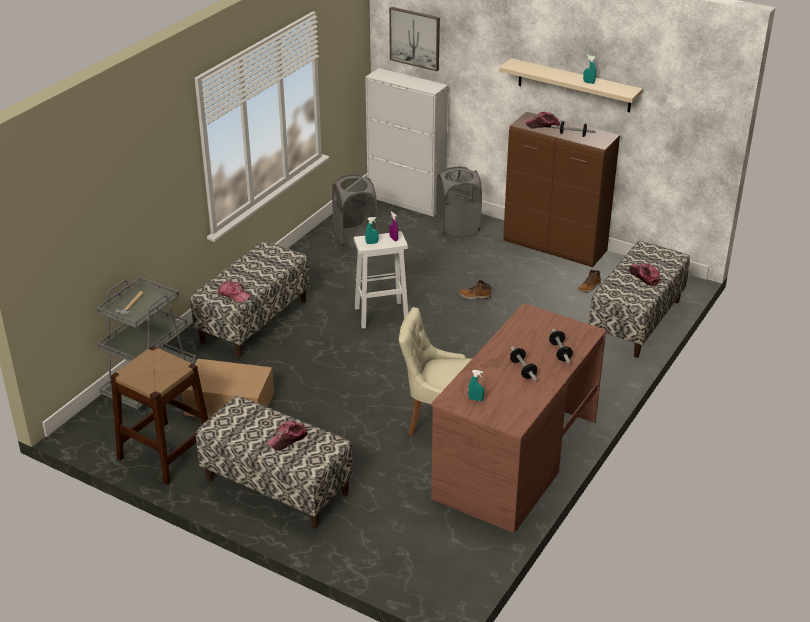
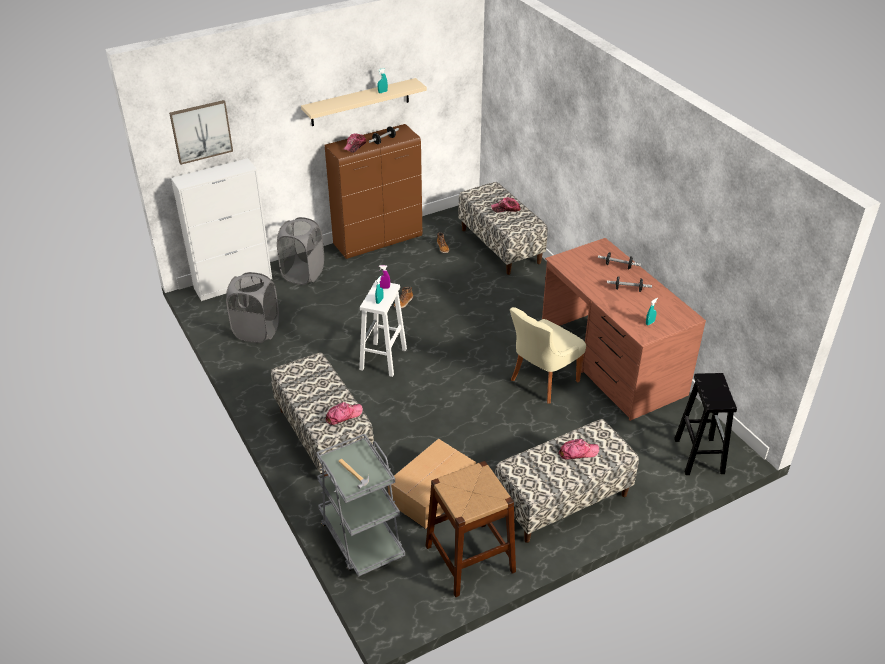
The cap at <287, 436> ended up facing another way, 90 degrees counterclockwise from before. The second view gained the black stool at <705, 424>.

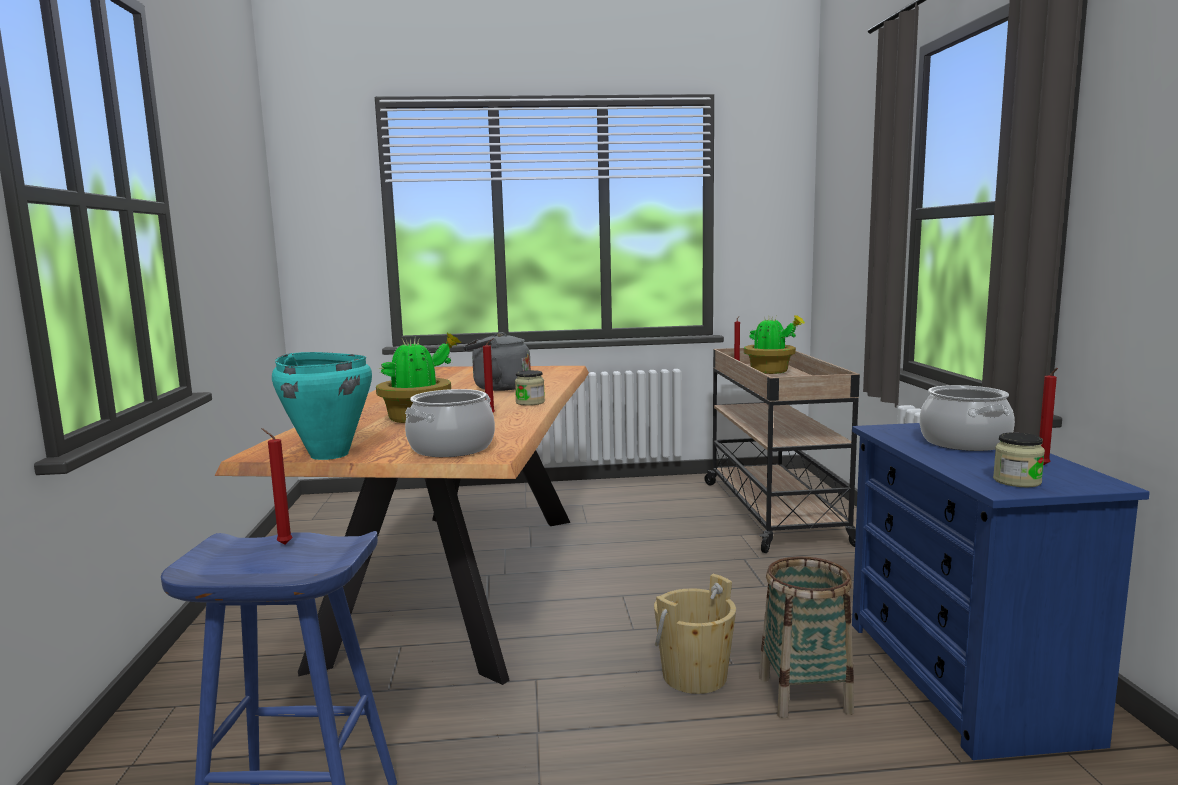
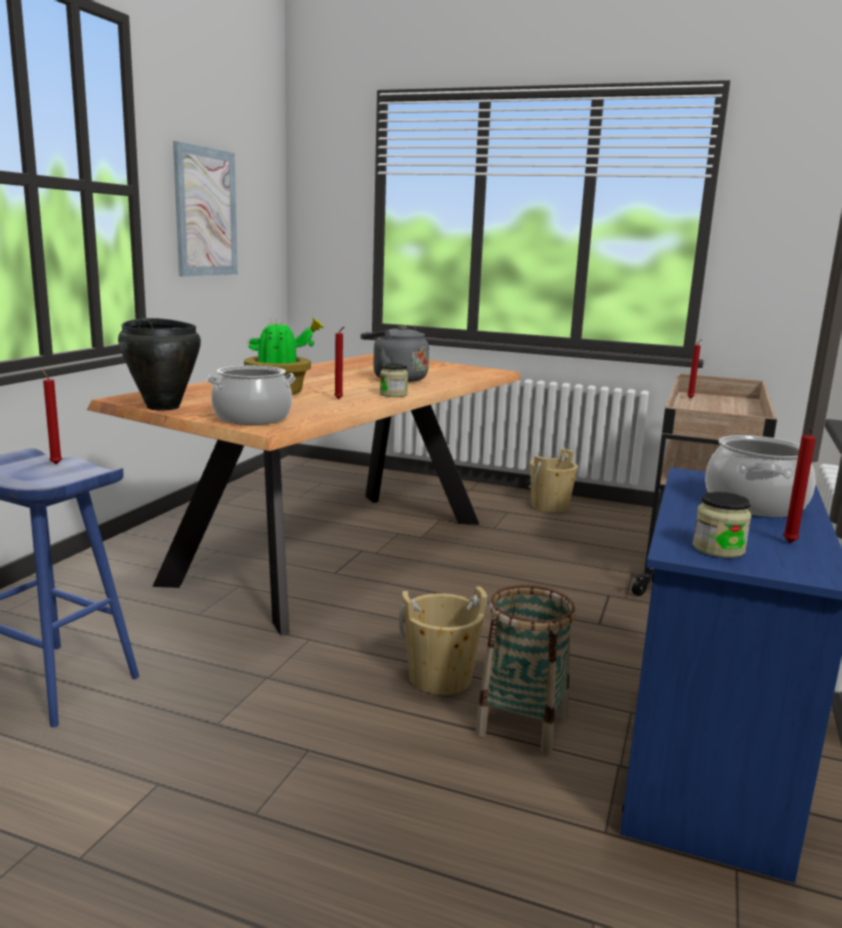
What was the turquoise cooking pot at <322, 406> turned into the black cooking pot at <159, 364>. The second view gained the picture at <205, 208>. The second view gained the beige bucket at <553, 480>. The second view lost the potted plant at <774, 344>.

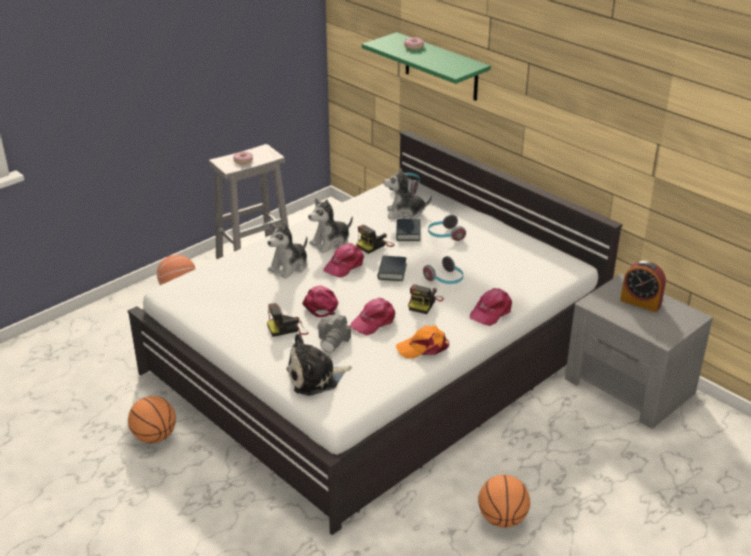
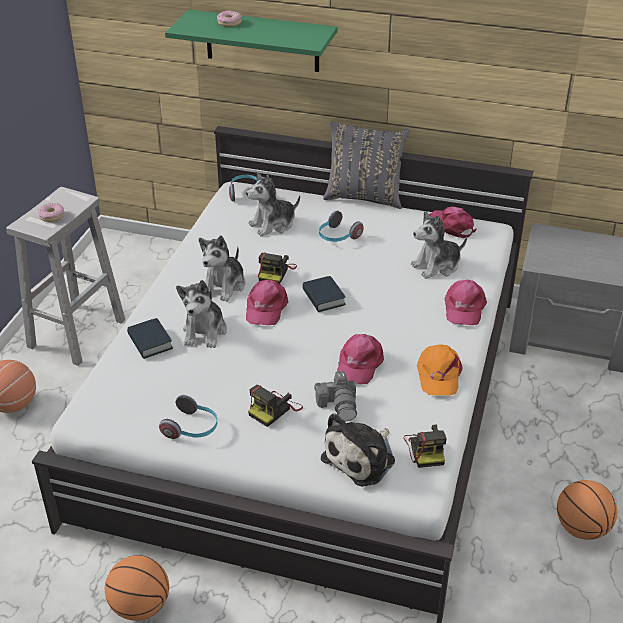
The book ended up elsewhere, having gone from <408, 230> to <150, 338>. The headphones ended up elsewhere, having gone from <443, 270> to <188, 417>. The second view gained the grey pillow at <366, 165>. The photo camera ended up elsewhere, having gone from <426, 299> to <425, 446>. The second view gained the plush toy at <439, 245>. The orange cap at <422, 342> ended up facing another way, 45 degrees counterclockwise from before. The pink cap ended up elsewhere, having gone from <320, 301> to <453, 222>. The second view lost the alarm clock at <643, 286>.

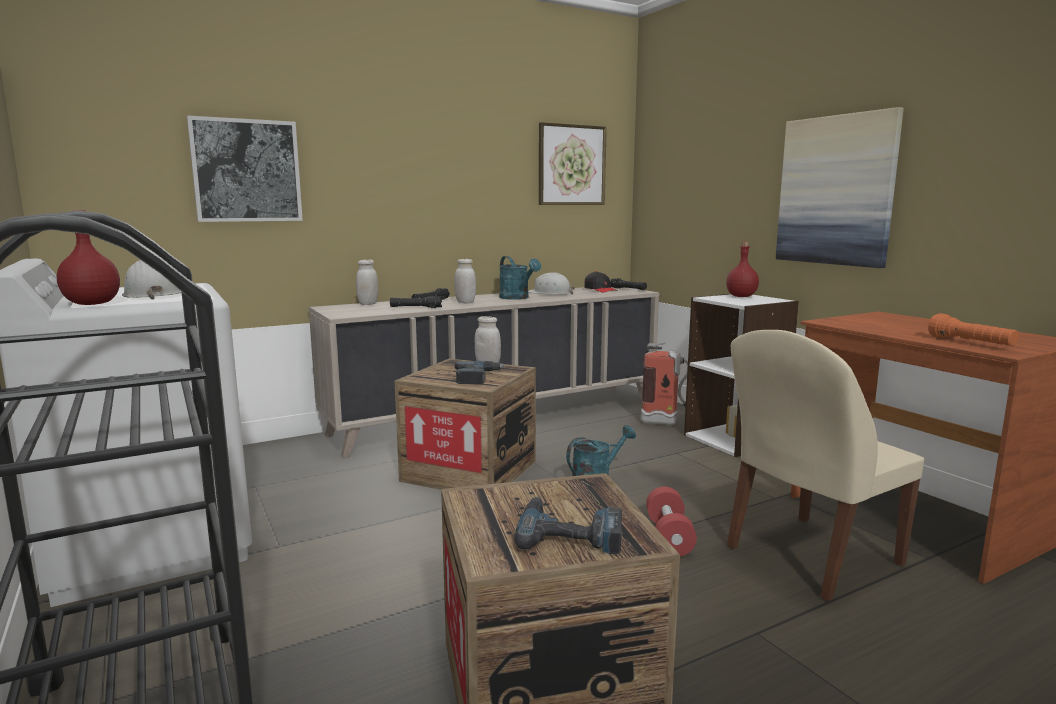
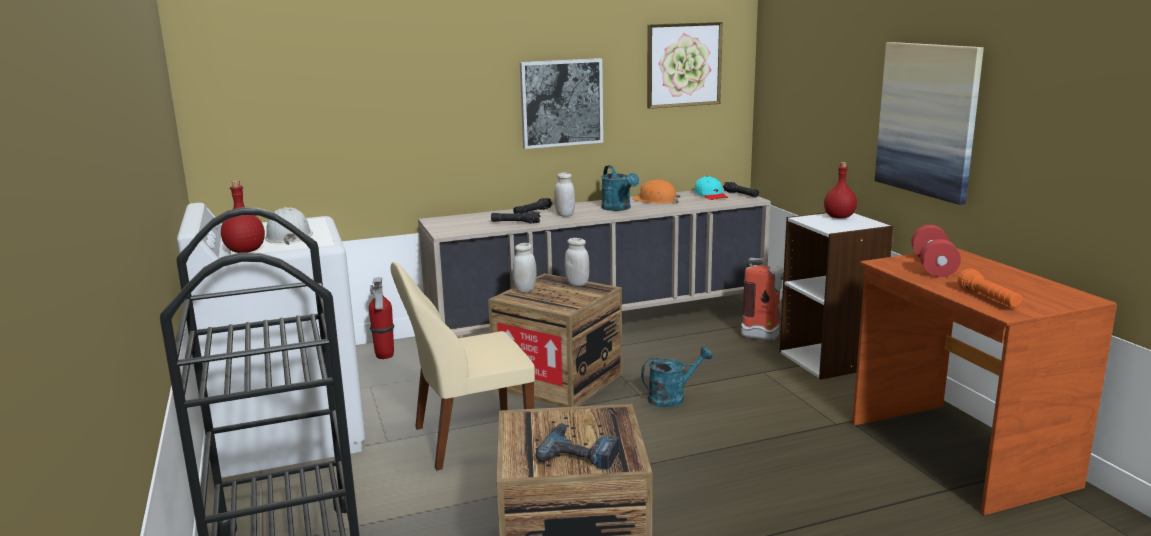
The second view gained the fire extinguisher at <381, 318>. The beige chair ended up elsewhere, having gone from <825, 465> to <462, 366>. The white jar ended up elsewhere, having gone from <367, 282> to <525, 267>. The picture ended up elsewhere, having gone from <245, 168> to <561, 103>. What was the white hard hat at <551, 283> turned into the orange hard hat at <656, 192>. What was the black cap at <601, 281> turned into the turquoise cap at <711, 188>. The red dumbbell ended up elsewhere, having gone from <671, 521> to <936, 251>. The second view lost the power drill at <480, 372>.

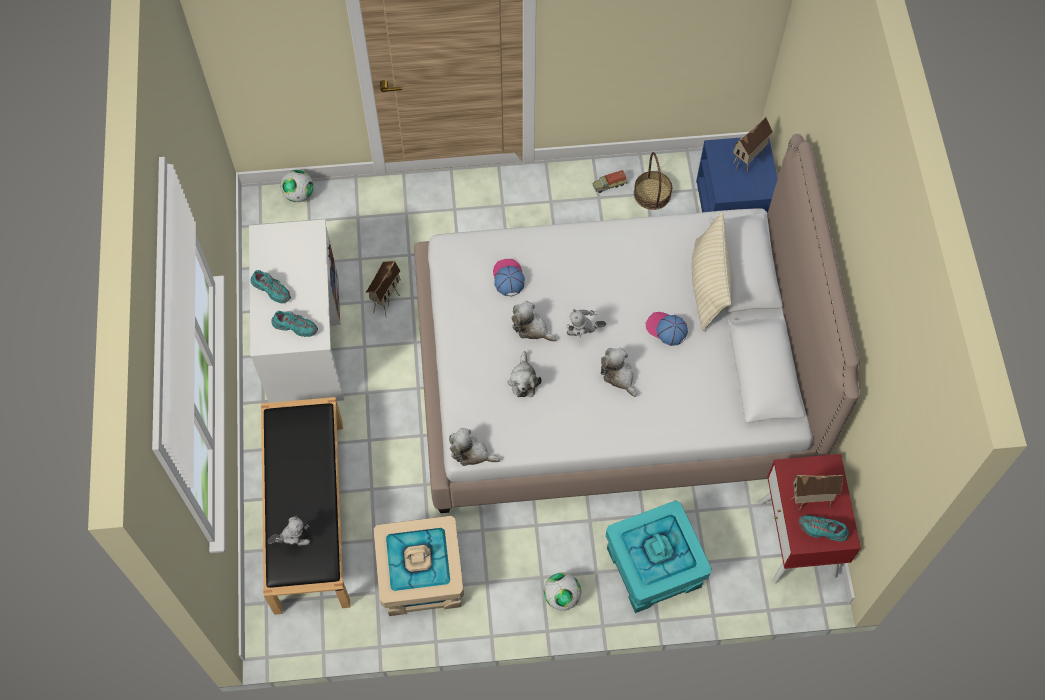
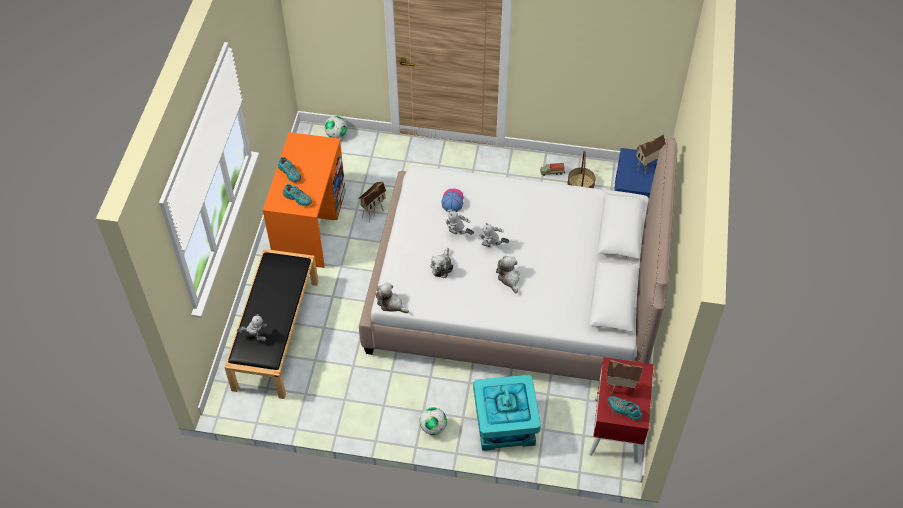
What was the white desk at <296, 311> turned into the orange desk at <304, 200>. Where the plush toy stood at <534, 321>, the toy robot came to stand at <459, 222>. The second view lost the beige storage box at <418, 566>. The second view lost the cap at <666, 329>. The second view lost the beige pillow at <712, 271>.

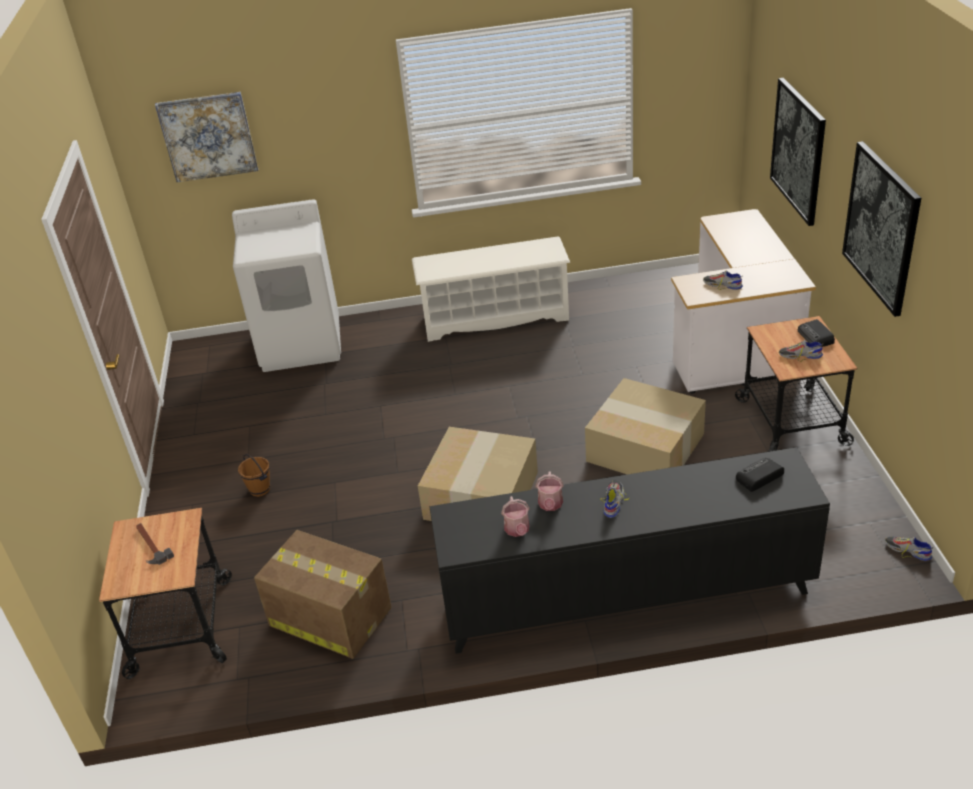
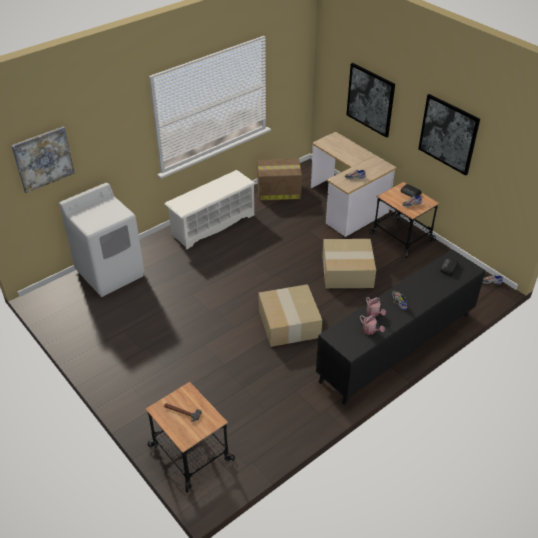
The cardboard box ended up elsewhere, having gone from <322, 594> to <279, 180>. The second view lost the brown bucket at <254, 475>.

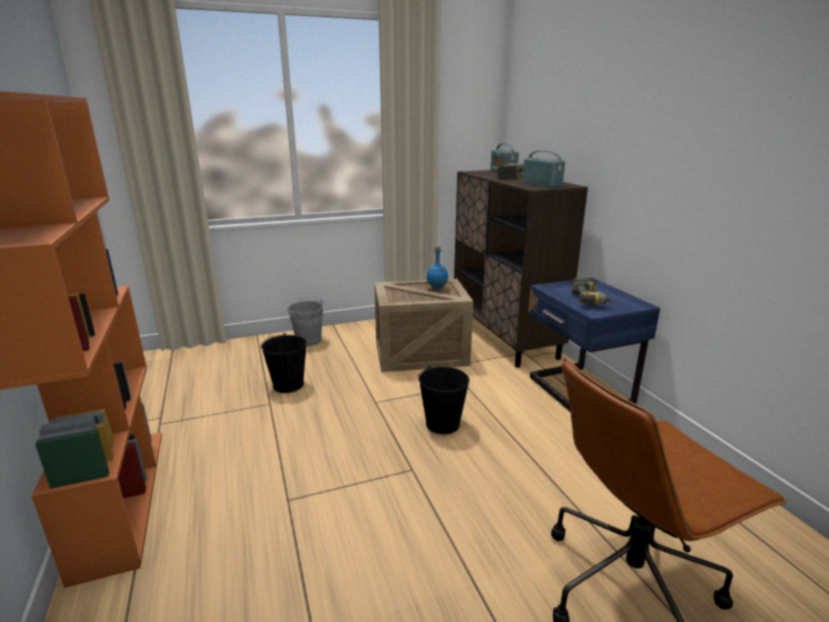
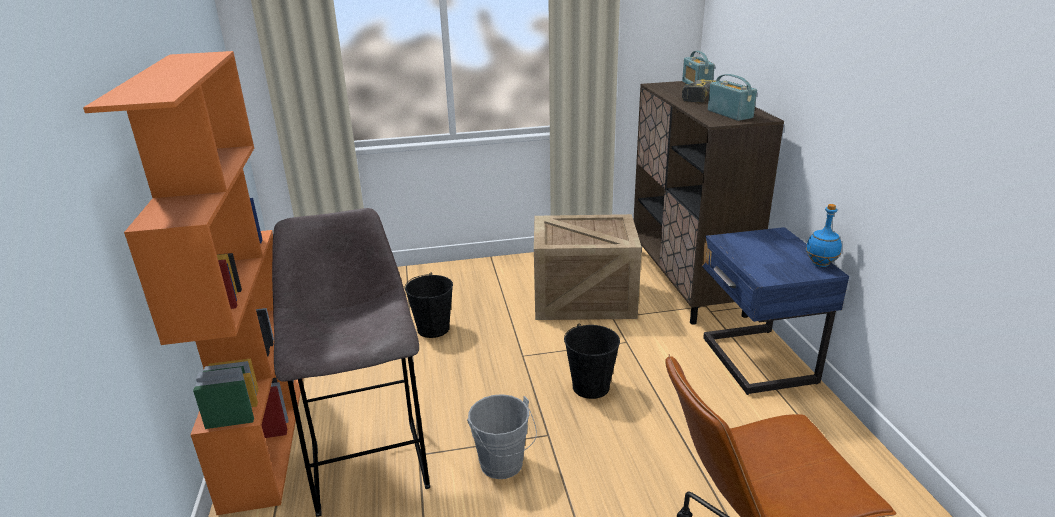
The second view gained the grey stool at <351, 362>. The grey bucket ended up elsewhere, having gone from <307, 322> to <502, 436>. The blue bottle ended up elsewhere, having gone from <437, 268> to <824, 235>. The second view lost the power drill at <594, 291>.

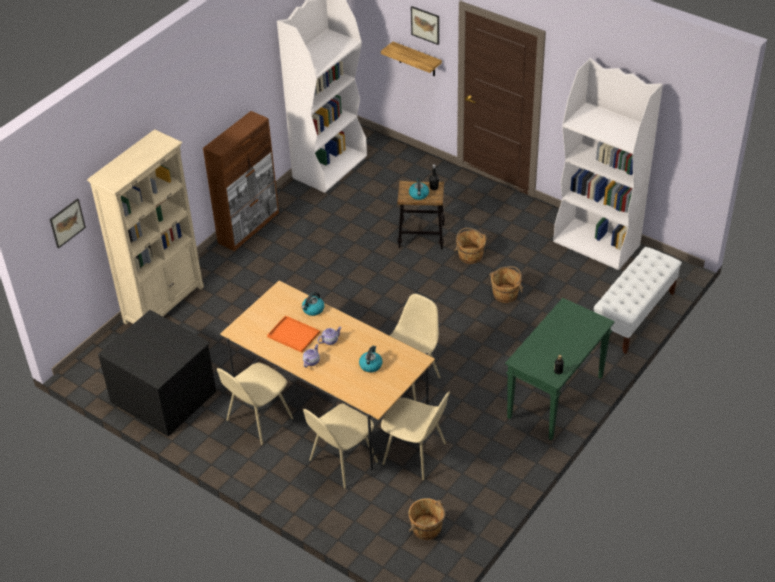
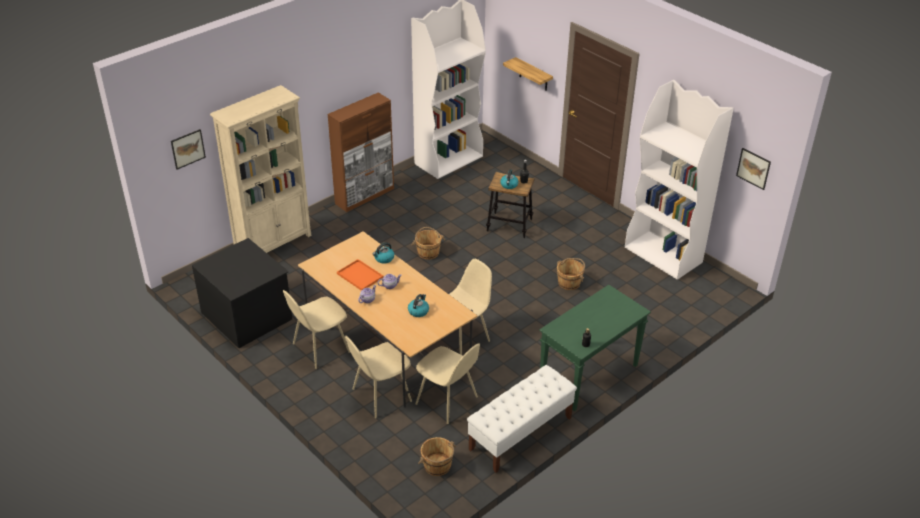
The brown bucket ended up elsewhere, having gone from <471, 246> to <428, 243>. The white bench ended up elsewhere, having gone from <637, 300> to <522, 419>. The picture ended up elsewhere, having gone from <425, 25> to <753, 169>.

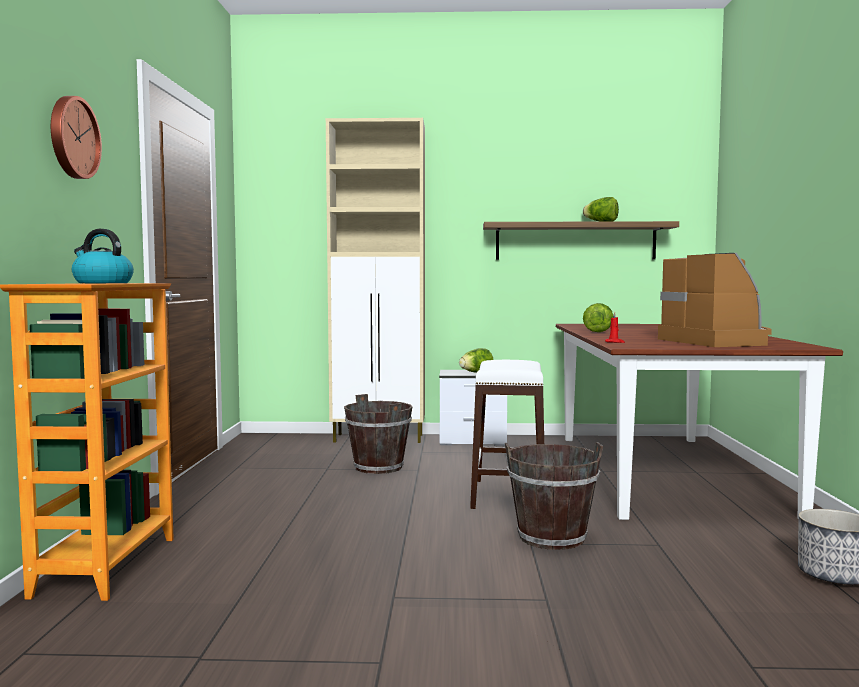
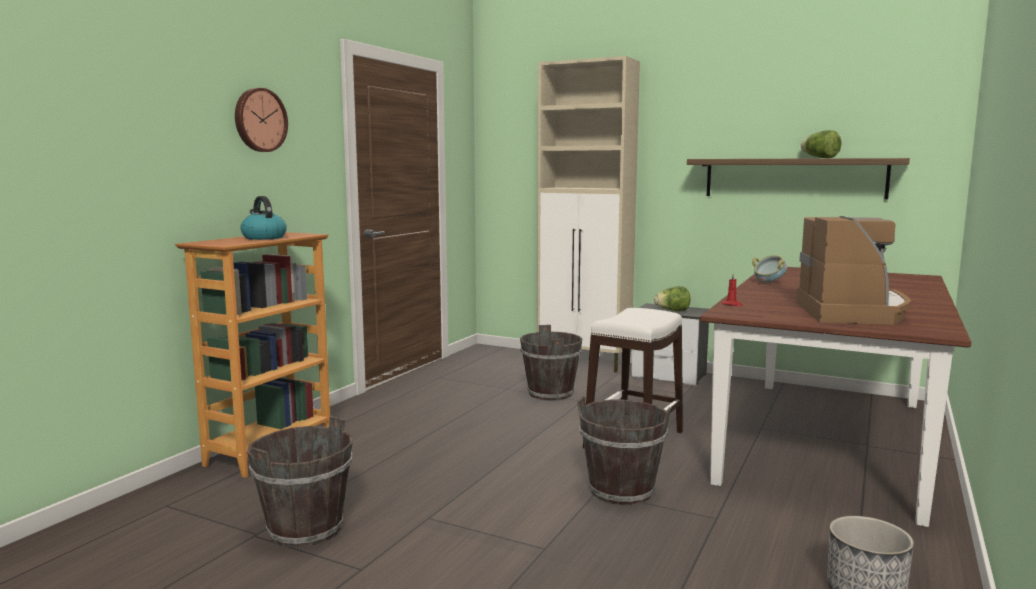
The second view gained the brown bucket at <300, 482>. Where the lettuce stood at <598, 317>, the bowl came to stand at <769, 269>.

